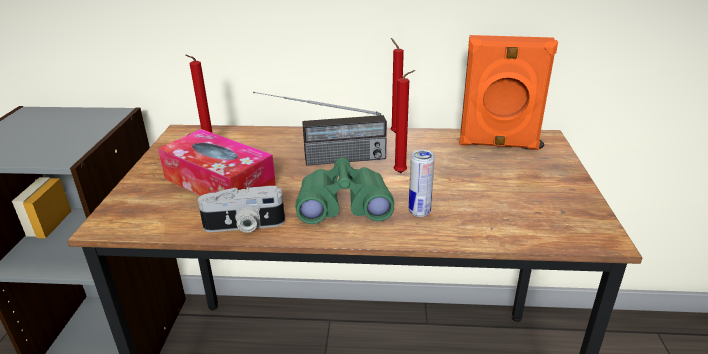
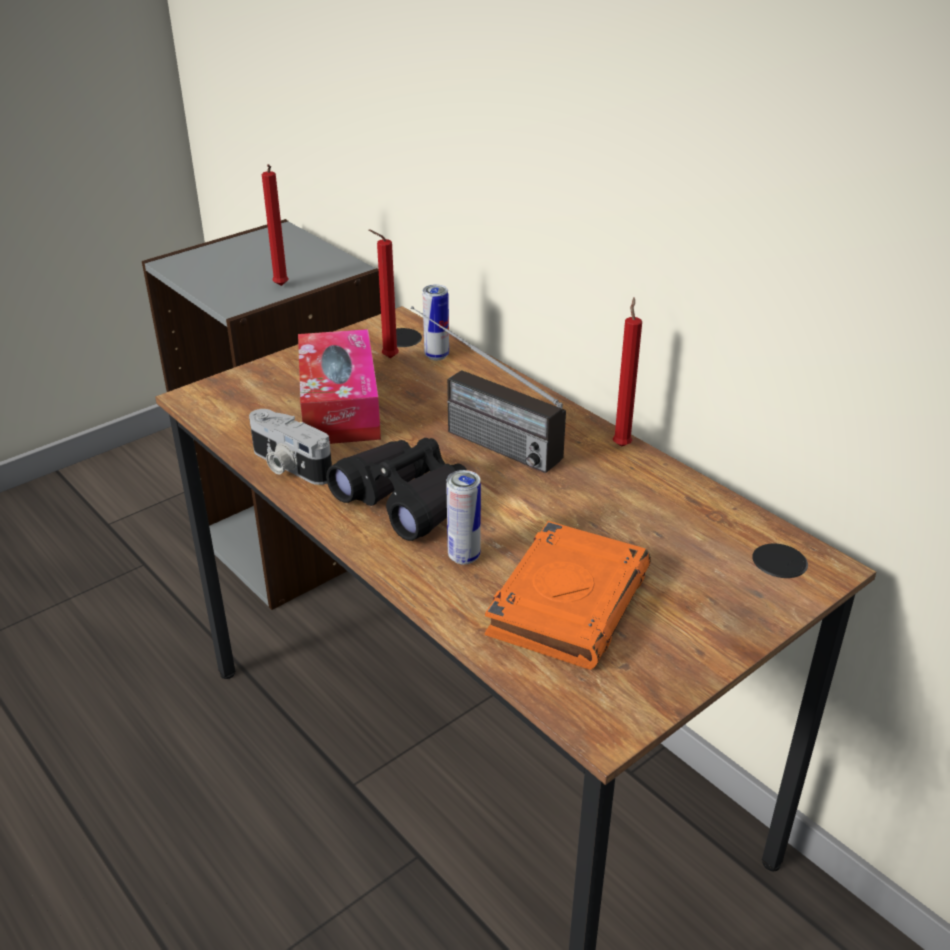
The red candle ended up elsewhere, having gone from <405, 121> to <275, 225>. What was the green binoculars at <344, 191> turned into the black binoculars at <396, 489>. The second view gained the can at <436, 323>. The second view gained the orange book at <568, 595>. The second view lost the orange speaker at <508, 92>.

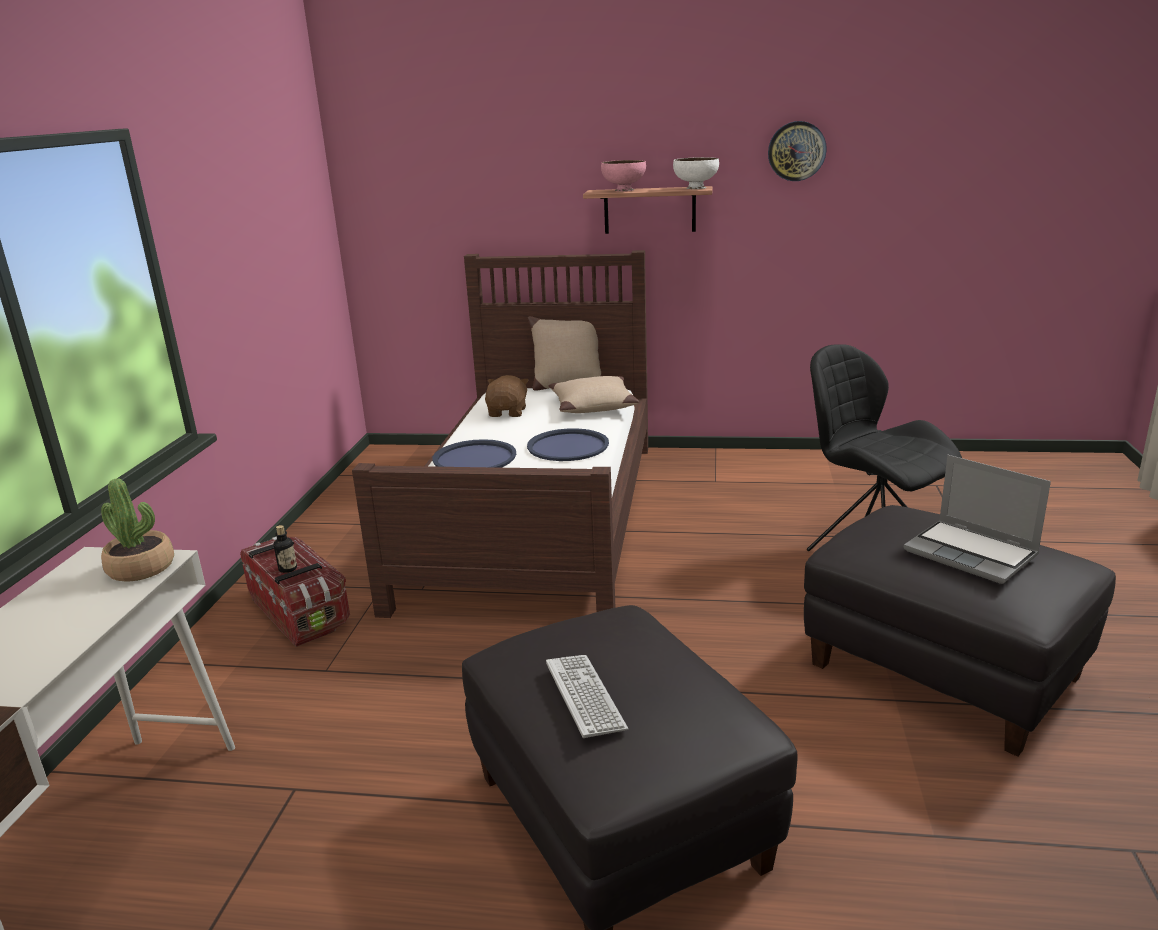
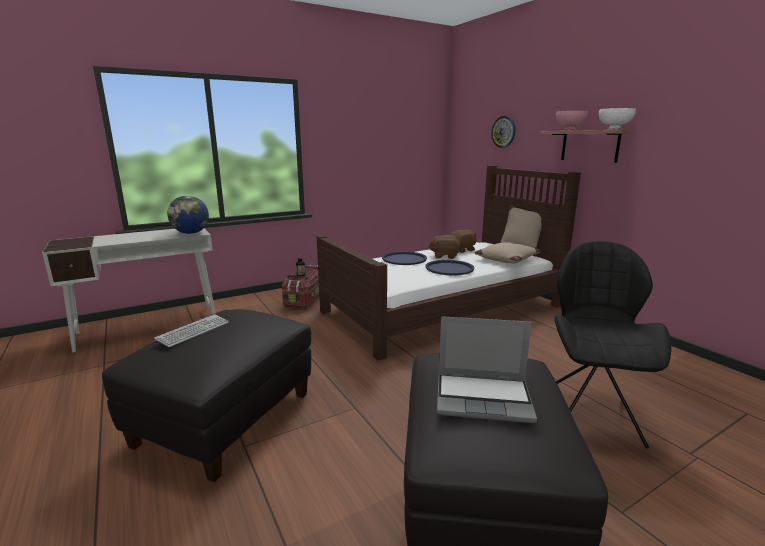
Where the potted plant stood at <137, 529>, the globe came to stand at <188, 215>. The second view gained the brown plush toy at <444, 247>. The laptop at <977, 519> ended up facing another way, 90 degrees counterclockwise from before. The wall clock ended up elsewhere, having gone from <797, 151> to <503, 132>.

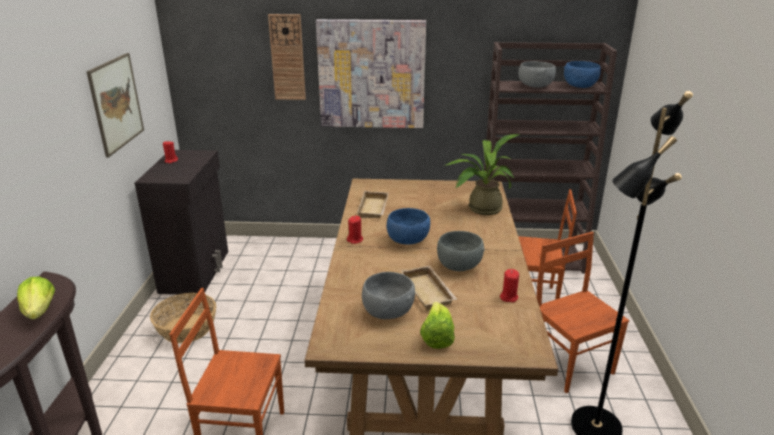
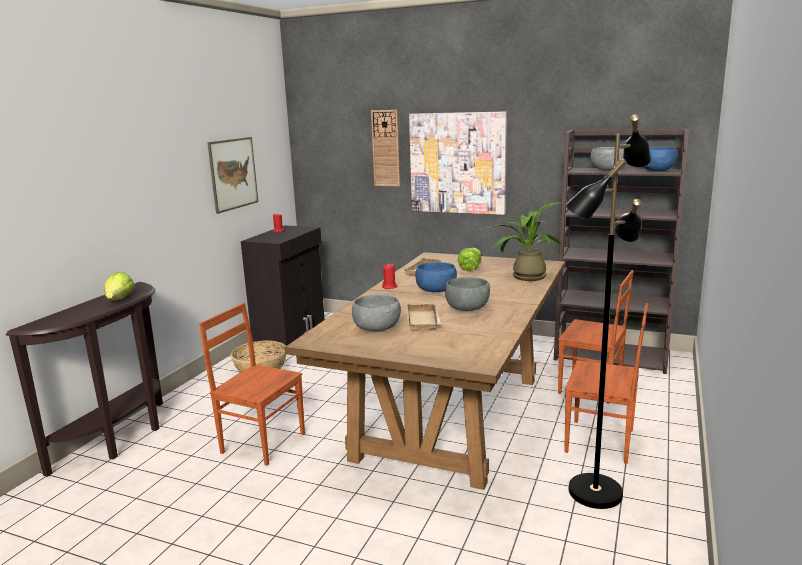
The lettuce ended up elsewhere, having gone from <437, 325> to <469, 259>. The brown chair at <583, 312> ended up facing another way, 120 degrees clockwise from before. The second view lost the red candle at <509, 285>.

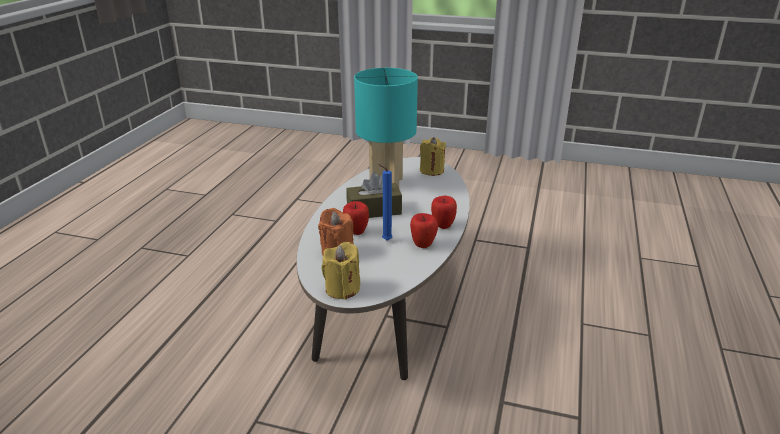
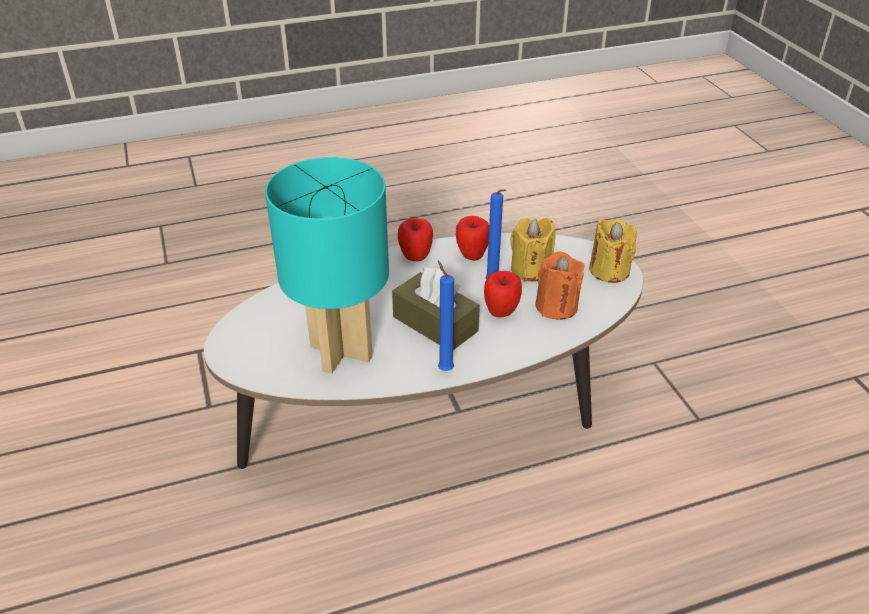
The second view gained the blue candle at <446, 316>. The yellow candle ended up elsewhere, having gone from <433, 156> to <532, 250>.

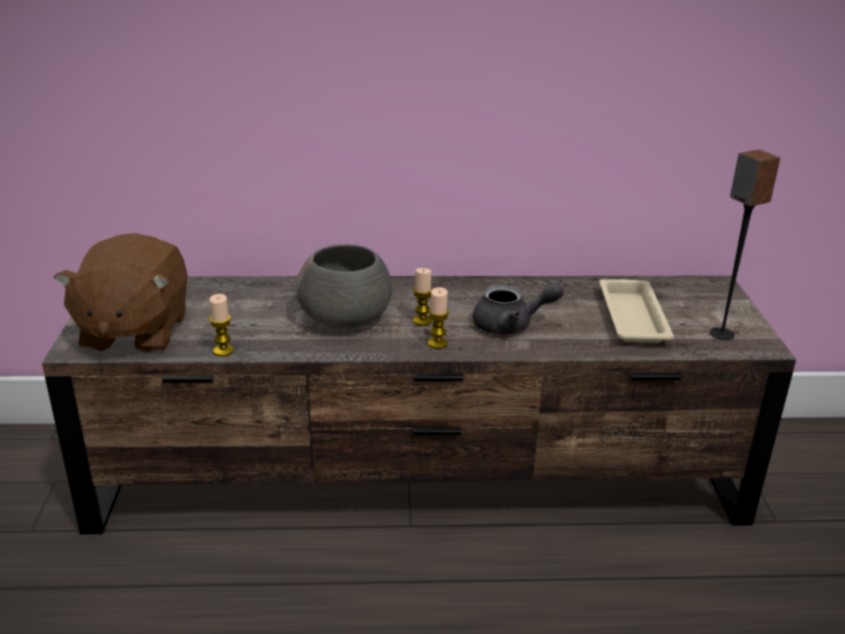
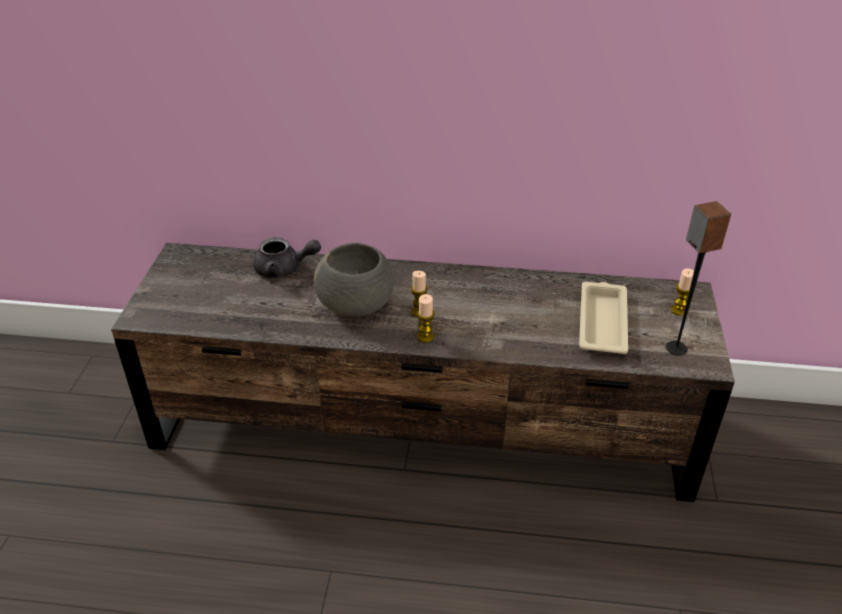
The grey teapot ended up elsewhere, having gone from <518, 309> to <287, 257>. The candle ended up elsewhere, having gone from <221, 325> to <682, 292>. The second view lost the brown plush toy at <121, 293>.

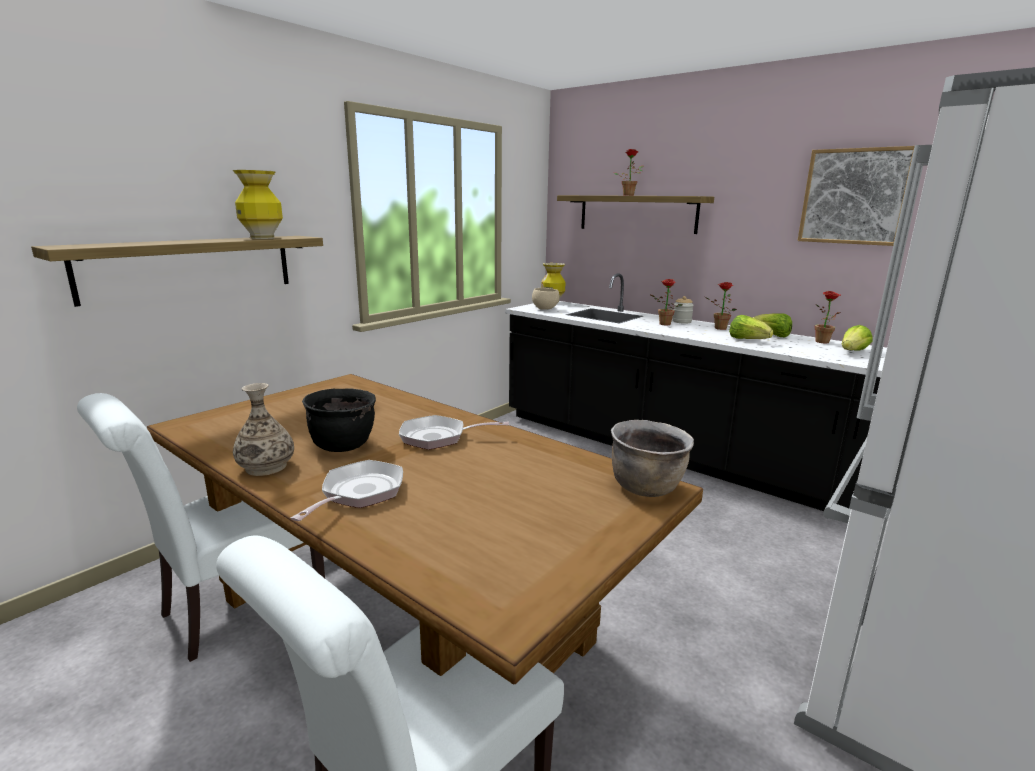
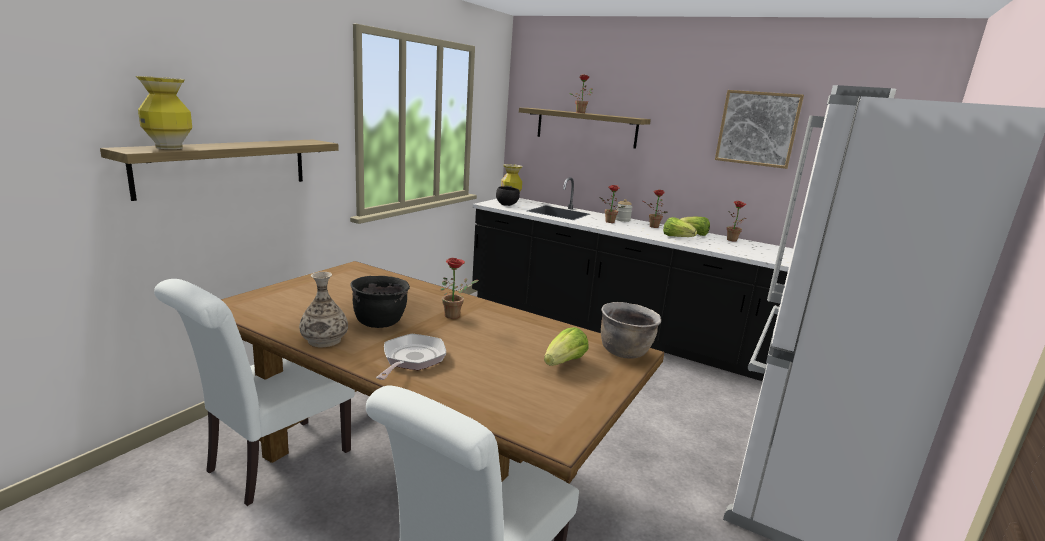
The vase ended up elsewhere, having gone from <258, 204> to <164, 112>. Where the frying pan stood at <454, 432>, the potted plant came to stand at <459, 288>. What was the beige bowl at <545, 299> turned into the black bowl at <508, 196>. The lettuce ended up elsewhere, having gone from <857, 337> to <566, 346>.

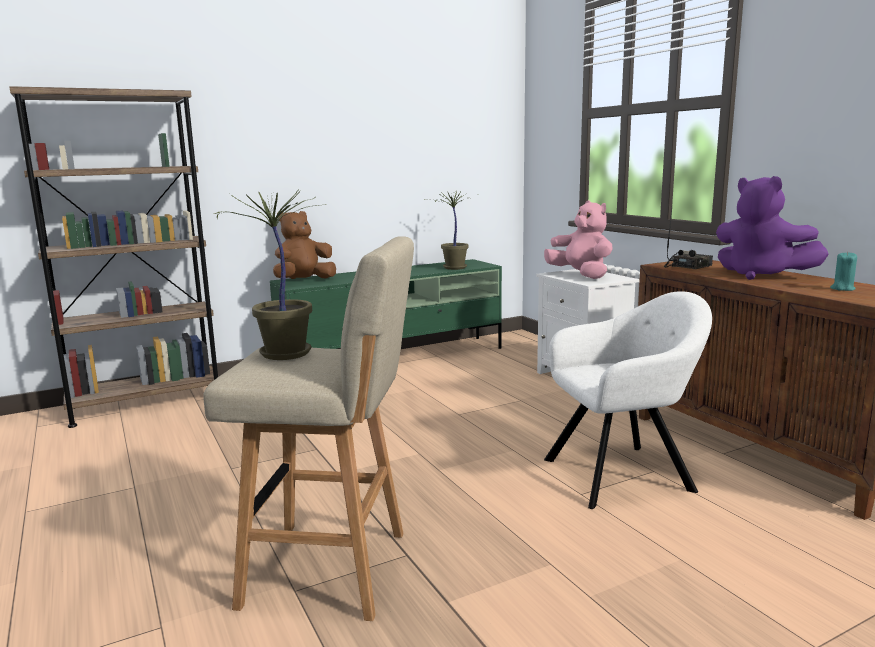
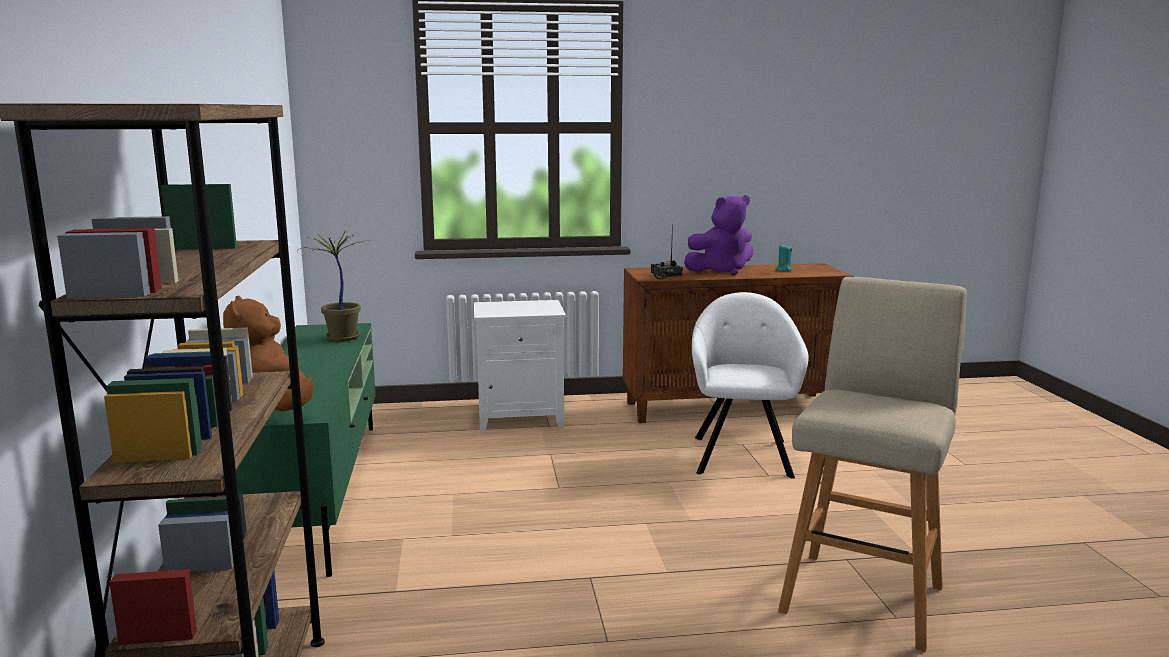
The second view lost the potted plant at <270, 274>. The second view lost the pink plush toy at <578, 239>.

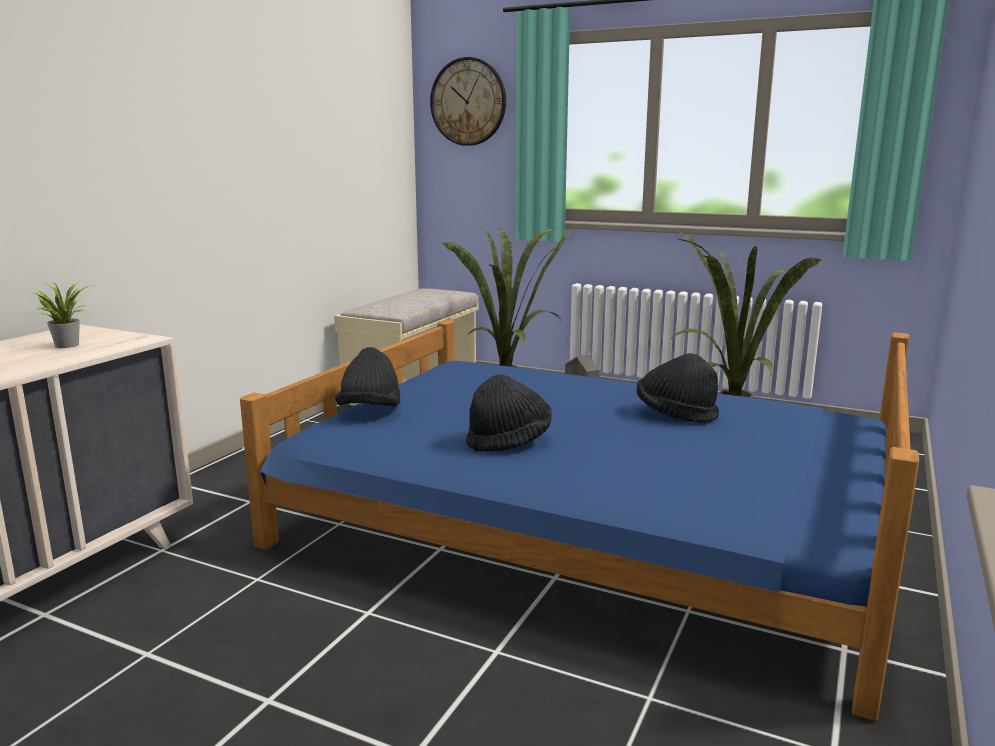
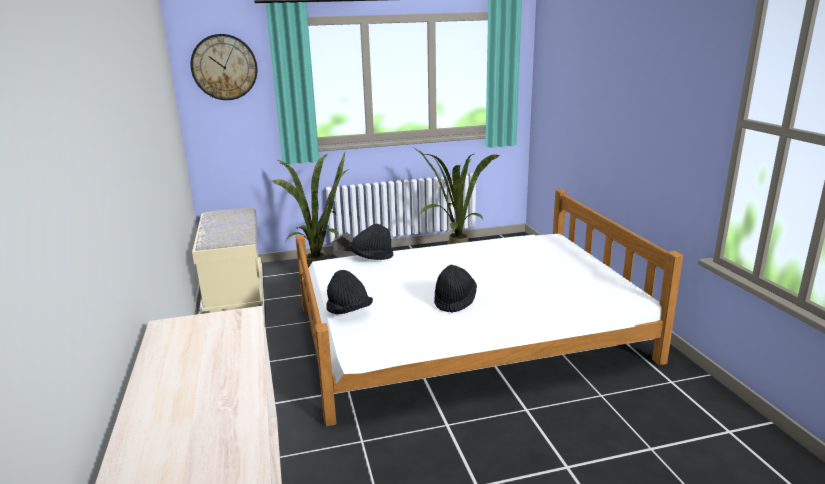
What was the blue bed at <579, 520> turned into the white bed at <489, 307>. The black hat ended up elsewhere, having gone from <678, 388> to <371, 242>. The second view lost the potted plant at <64, 315>.

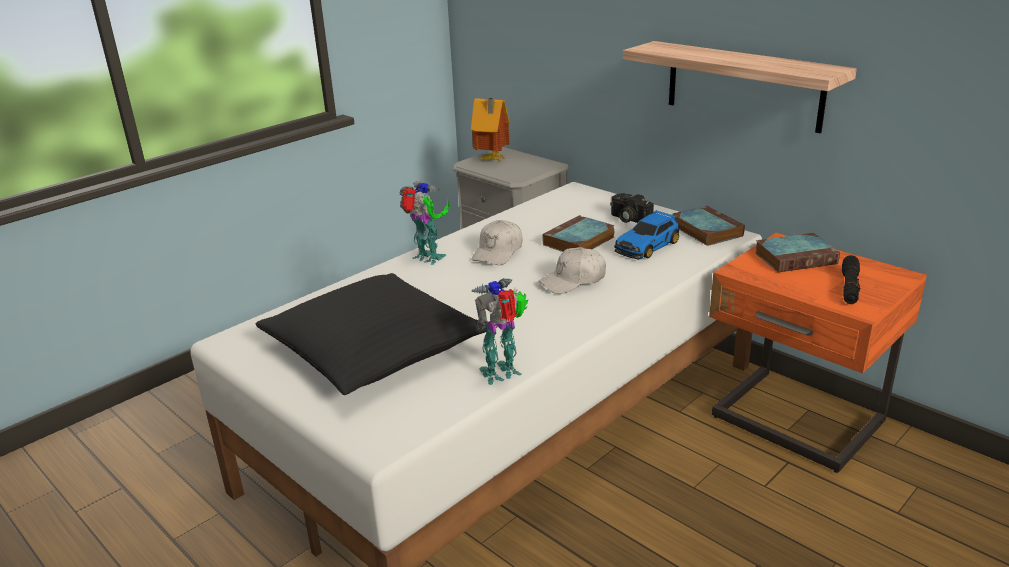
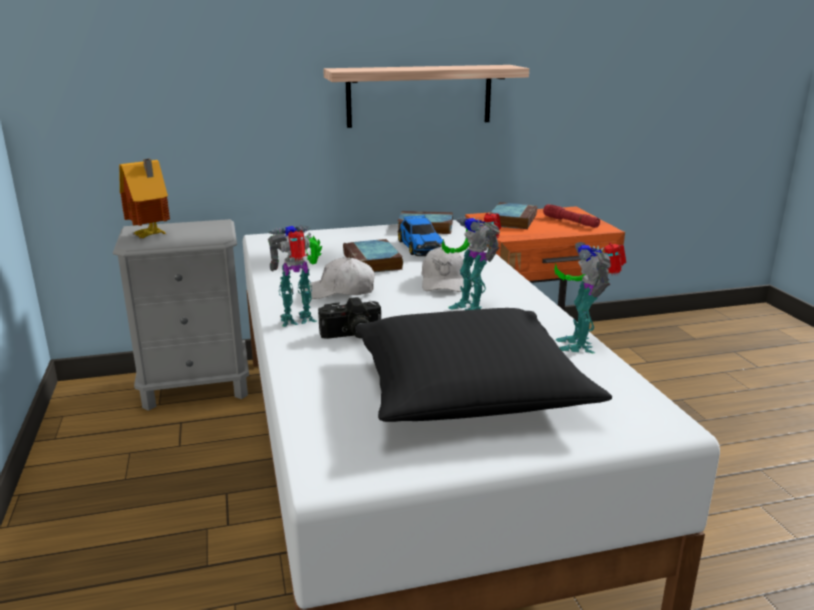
The white cap at <496, 242> ended up facing another way, 120 degrees clockwise from before. The photo camera ended up elsewhere, having gone from <632, 208> to <349, 318>. The second view gained the toy robot at <471, 261>. What was the black flashlight at <851, 279> turned into the red flashlight at <571, 216>.

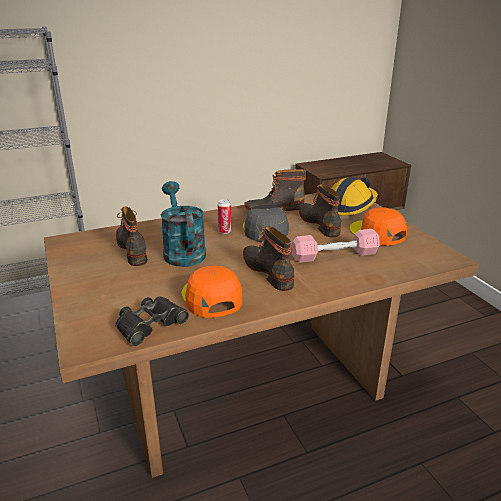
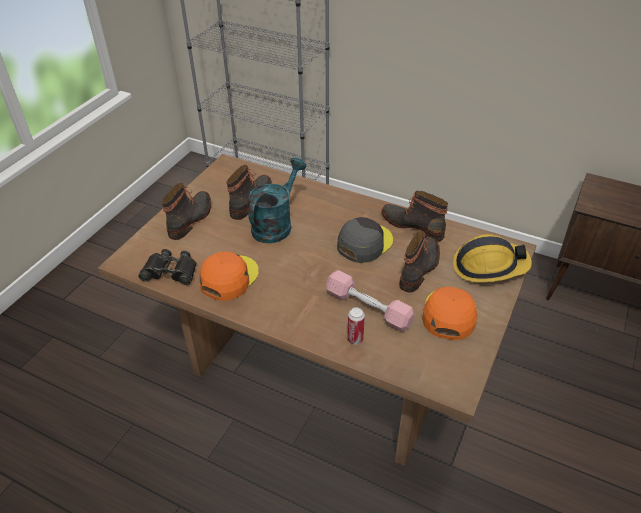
The boot ended up elsewhere, having gone from <268, 258> to <186, 211>. The can ended up elsewhere, having gone from <224, 216> to <356, 326>.

